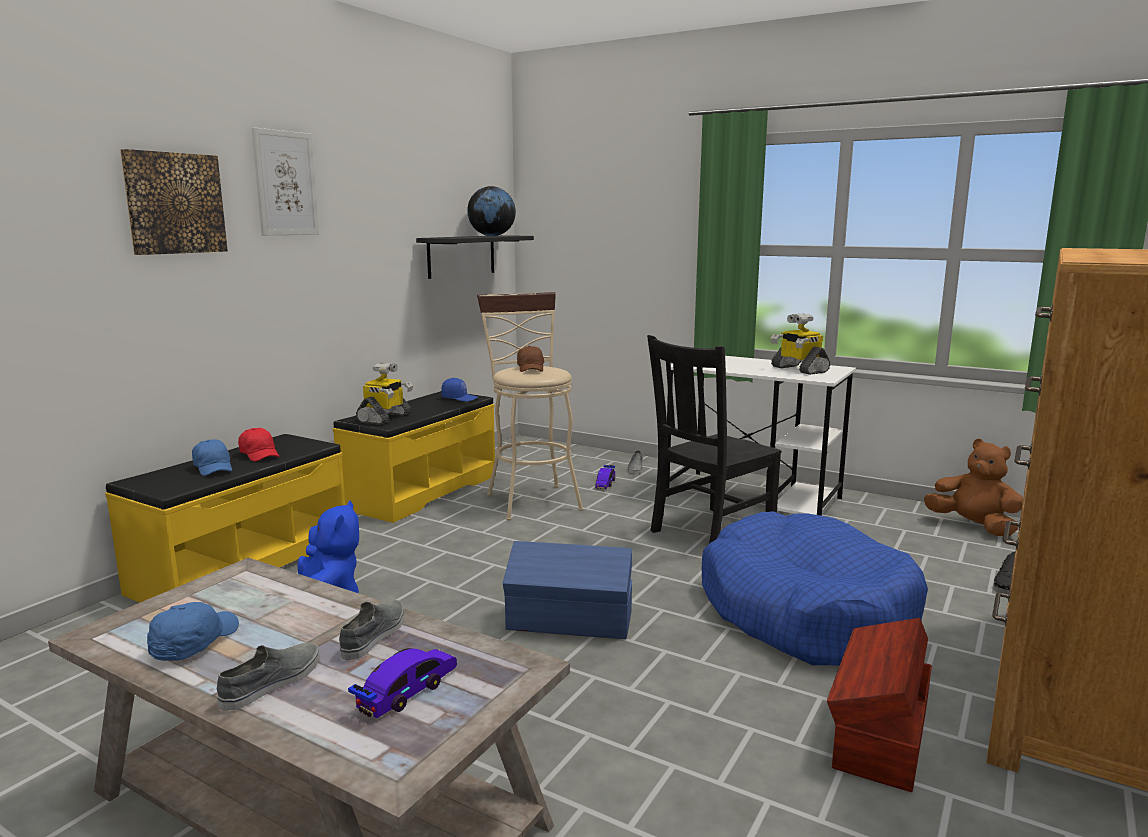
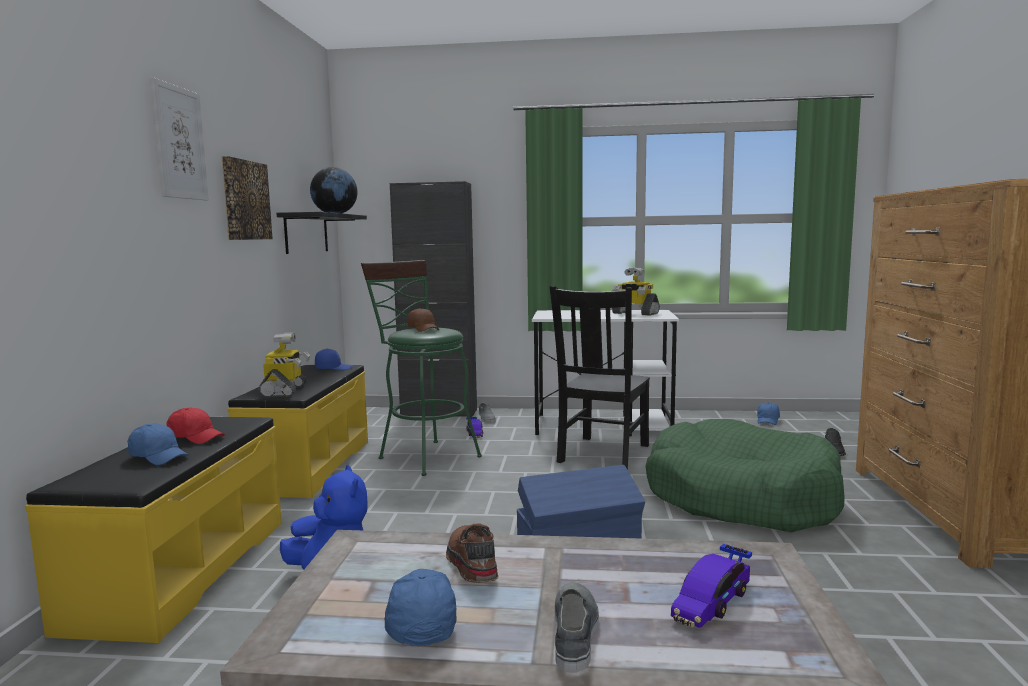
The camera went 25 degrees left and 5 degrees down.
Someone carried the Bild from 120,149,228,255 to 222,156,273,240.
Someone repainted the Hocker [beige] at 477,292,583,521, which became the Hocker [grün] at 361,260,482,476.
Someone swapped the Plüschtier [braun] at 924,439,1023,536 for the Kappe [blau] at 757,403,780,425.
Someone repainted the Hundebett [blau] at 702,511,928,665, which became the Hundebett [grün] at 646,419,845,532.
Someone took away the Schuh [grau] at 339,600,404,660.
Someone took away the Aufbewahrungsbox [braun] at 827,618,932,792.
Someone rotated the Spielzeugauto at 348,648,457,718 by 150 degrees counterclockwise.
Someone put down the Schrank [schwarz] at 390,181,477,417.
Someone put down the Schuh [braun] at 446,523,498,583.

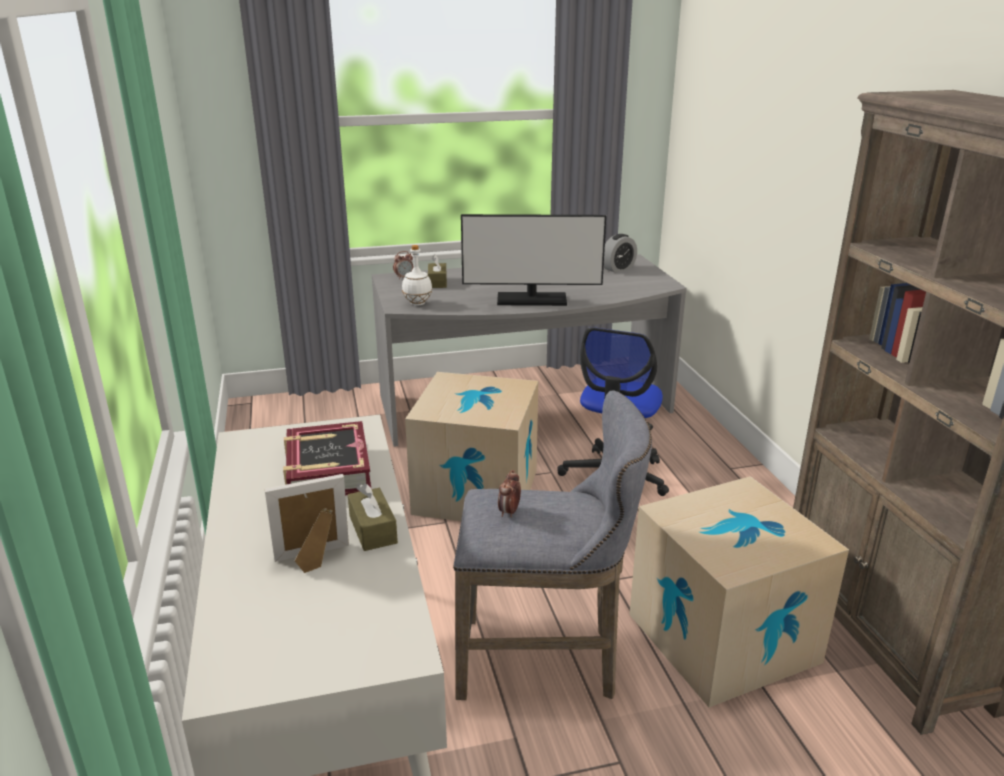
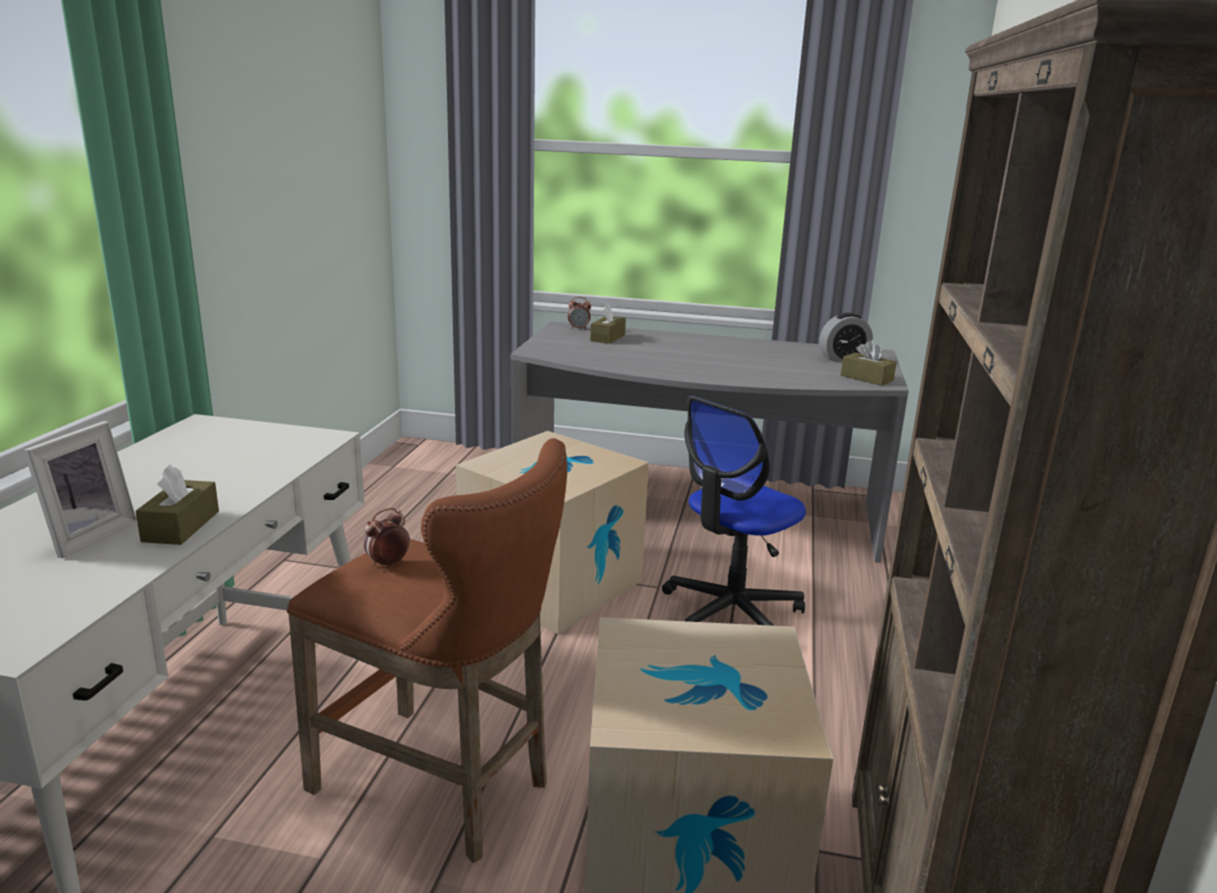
The camera went 25 degrees right and 5 degrees down.
Someone took away the Monitor at 461,214,606,306.
Someone took away the Flasche [weiß] at 402,245,432,306.
Someone repainted the Hocker [grau] at 453,391,652,700, which became the Hocker [braun] at 287,438,567,863.
Someone took away the Buch at 283,421,372,496.
Someone rotated the Bilderrahmen at 264,474,349,573 by 105 degrees clockwise.
Someone put down the Taschentuchbox [braun] at 841,340,897,386.

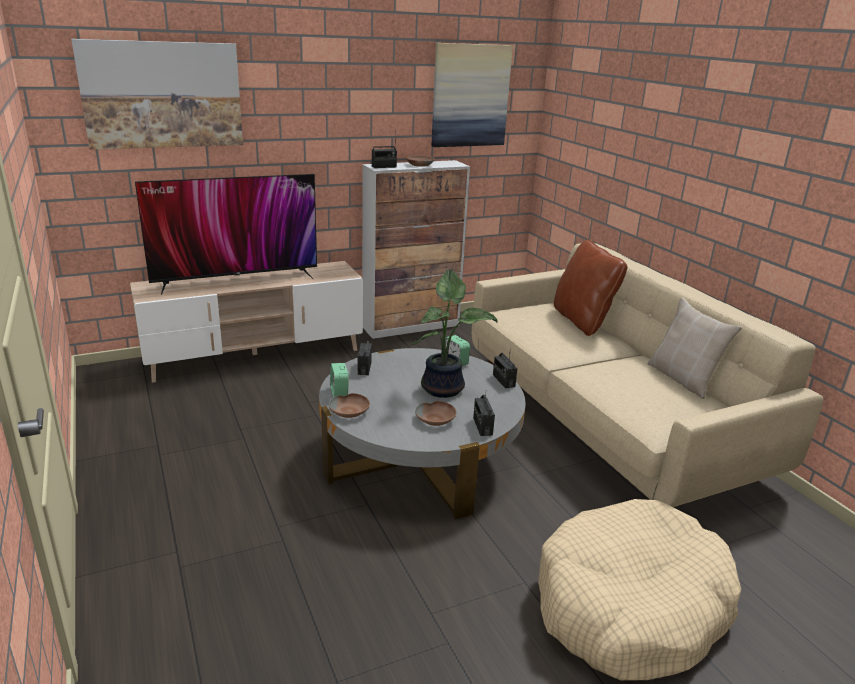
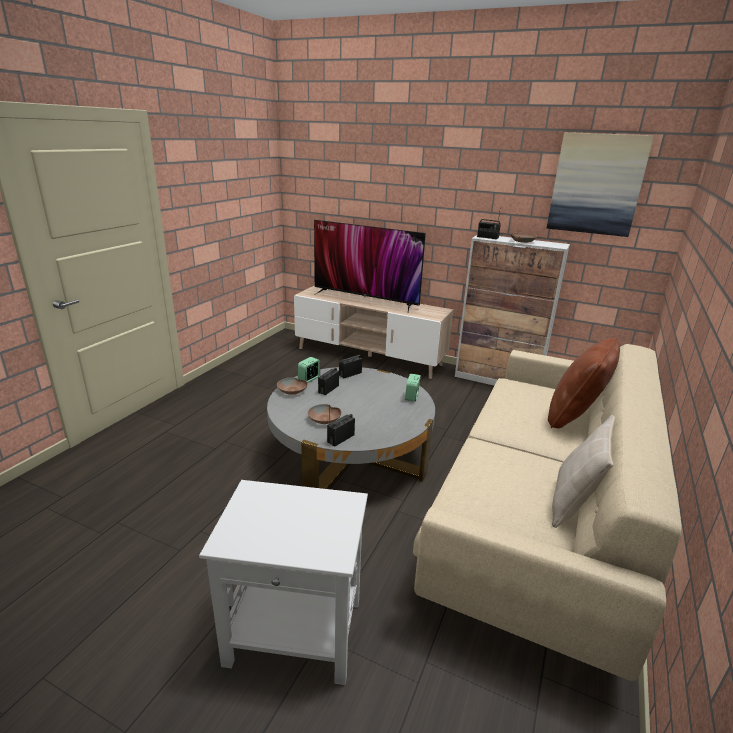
The camera went 50 degrees right and 0 degrees up.
Someone took away the Bild at 71,39,243,150.
Someone took away the Topfpflanze at 411,269,497,398.
Someone carried the Radio from 493,347,517,389 to 318,367,339,395.
Someone swapped the Hundebett [beige] at 538,499,741,681 for the Beistelltisch [weiß] at 199,480,368,685.

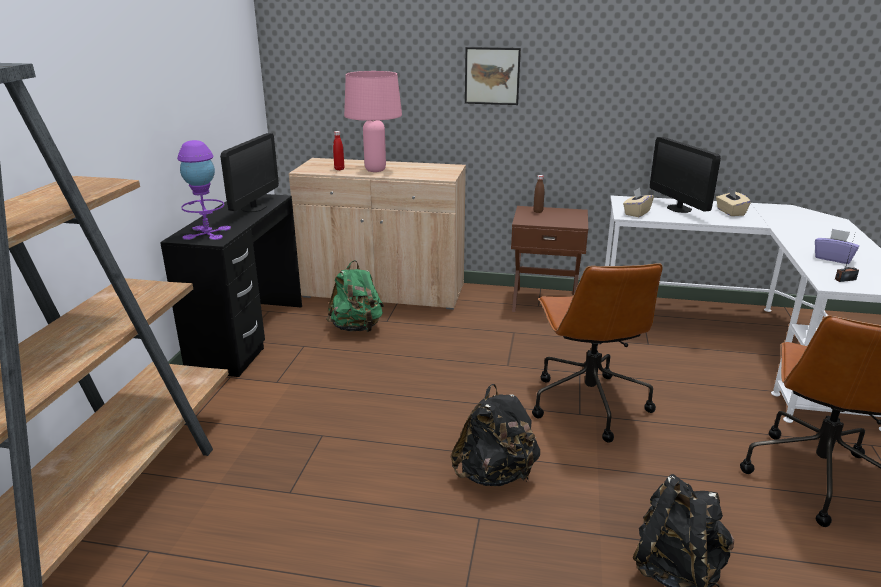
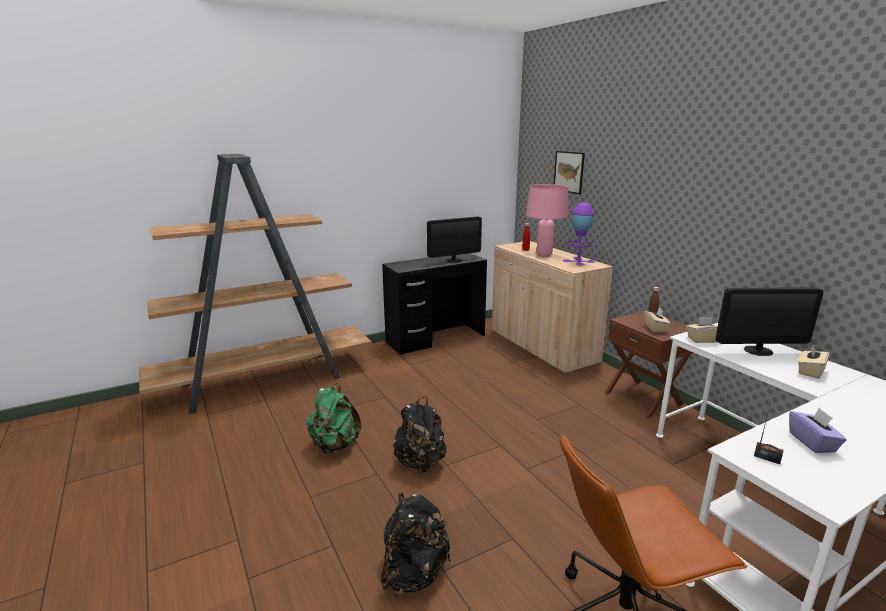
The camera went 50 degrees right and 5 degrees down.
Someone carried the Bild from 465,47,521,105 to 554,151,585,194.
Someone rotated the Monitor at 650,137,721,213 by 120 degrees counterclockwise.
Someone carried the Tischlampe [lila] from 177,140,231,240 to 563,203,595,266.
Someone carried the Rucksack [grün] from 326,260,384,332 to 306,383,361,454.
Someone took away the Bürostuhl [braun] at 532,263,663,443.
Someone put down the Taschentuchbox [beige] at 644,307,671,332.

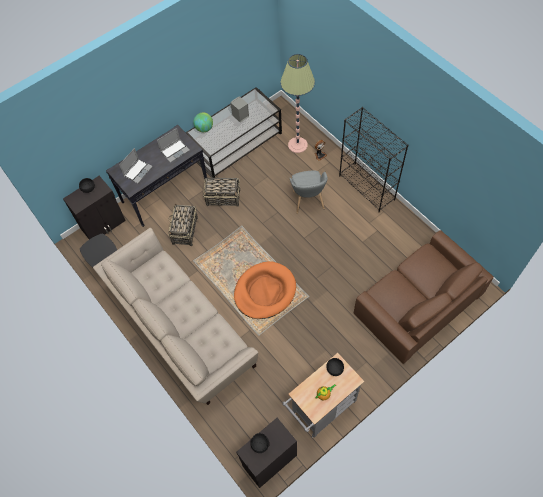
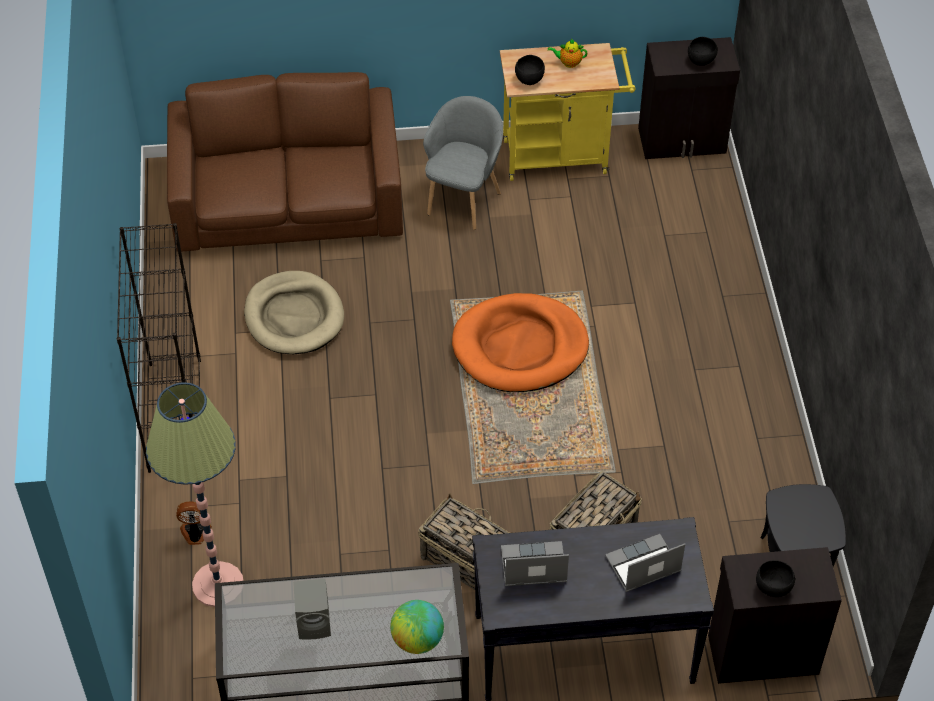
The camera went 150 degrees left and 10 degrees down.
Someone carried the Sessel [grau] from 290,170,327,214 to 423,96,503,230.
Someone took away the Sofa [beige] at 93,228,258,405.
Someone repainted the Rollwagen [grau] at 283,353,364,438, which became the Rollwagen [gelb] at 500,43,636,181.
Someone put down the Hundebett [beige] at 244,271,344,354.

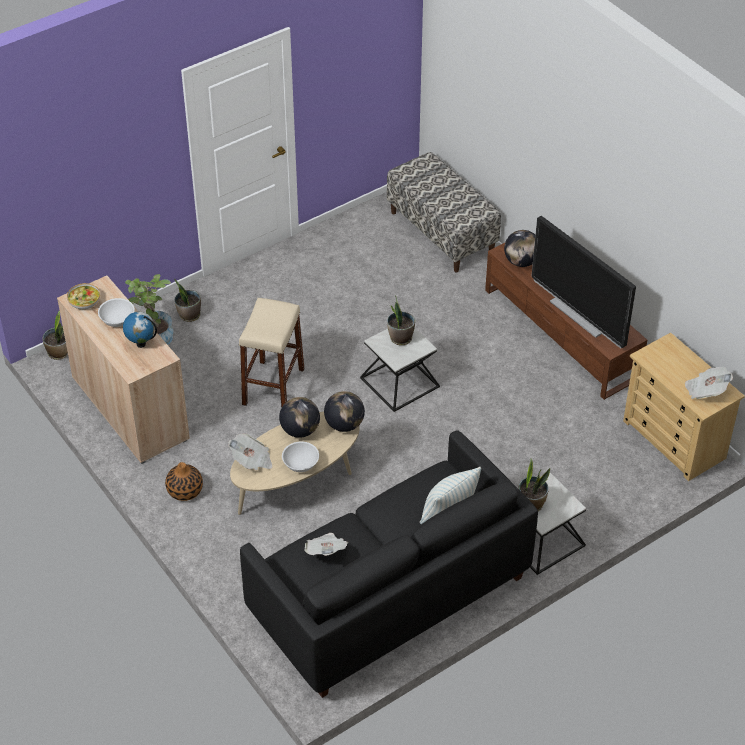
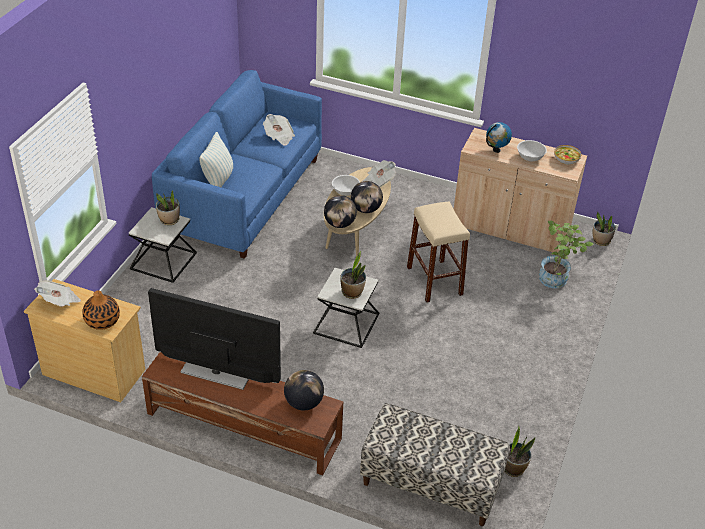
The camera went 145 degrees right and 5 degrees down.
Someone carried the Topfpflanze from 174,278,201,322 to 504,426,535,477.
Someone repainted the Sofa [schwarz] at 240,430,538,698, which became the Sofa [blau] at 152,70,322,259.
Someone carried the Vase from 165,462,203,501 to 82,290,120,330.

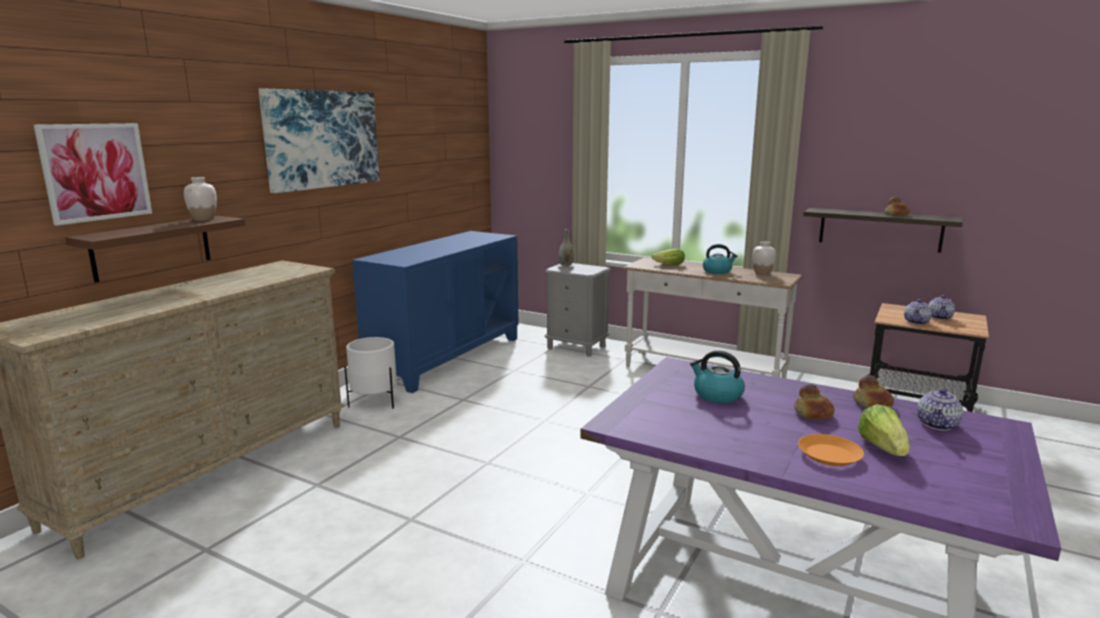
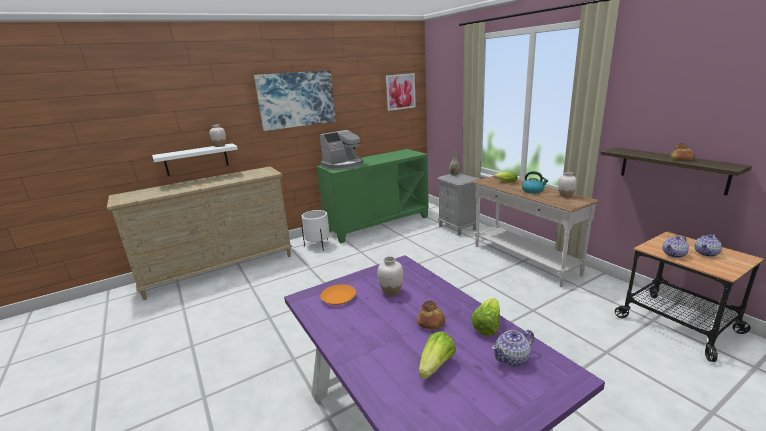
The camera went 30 degrees right and 5 degrees up.
Someone carried the Bild from 34,123,152,226 to 386,73,416,111.
Someone repainted the Wandregal [braun] at 65,216,245,283, which became the Wandregal [weiß] at 152,143,238,176.
Someone repainted the Schrank [blau] at 352,231,518,393, which became the Schrank [grün] at 317,149,429,243.
Someone swapped the Wasserkessel at 690,350,745,403 for the Vase [weiß] at 377,256,403,296.
Someone swapped the Brot at 853,375,894,408 for the Salatkopf at 471,298,500,336.
Someone carried the Teller [orange] from 798,434,864,466 to 321,284,356,305.
Someone put down the Kaffeemaschine at 320,130,363,170.

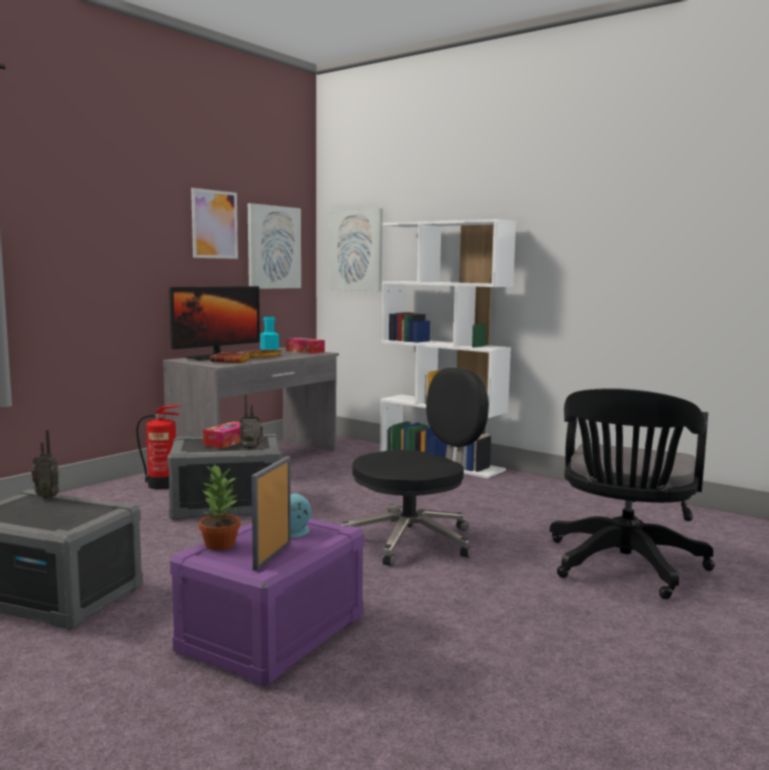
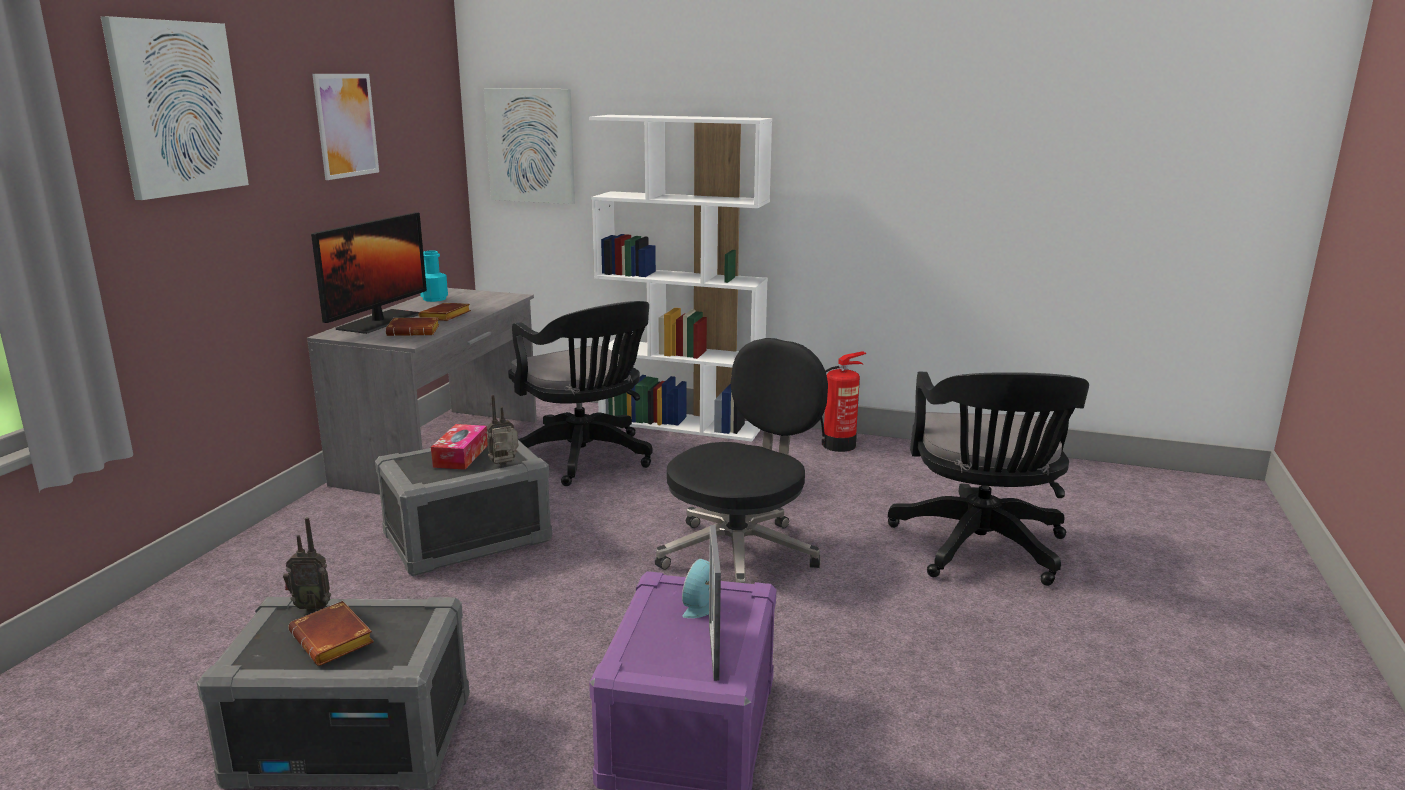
The camera went 20 degrees left and 10 degrees up.
Someone carried the Bild from 248,203,301,289 to 101,16,249,200.
Someone took away the Taschentuchbox at 286,338,325,354.
Someone carried the Feuerlöscher from 136,405,181,490 to 820,351,867,452.
Someone took away the Topfpflanze at 199,463,241,550.
Someone put down the Bürostuhl [schwarz] at 508,301,653,486.
Someone put down the Buch [braun] at 288,601,374,666.

